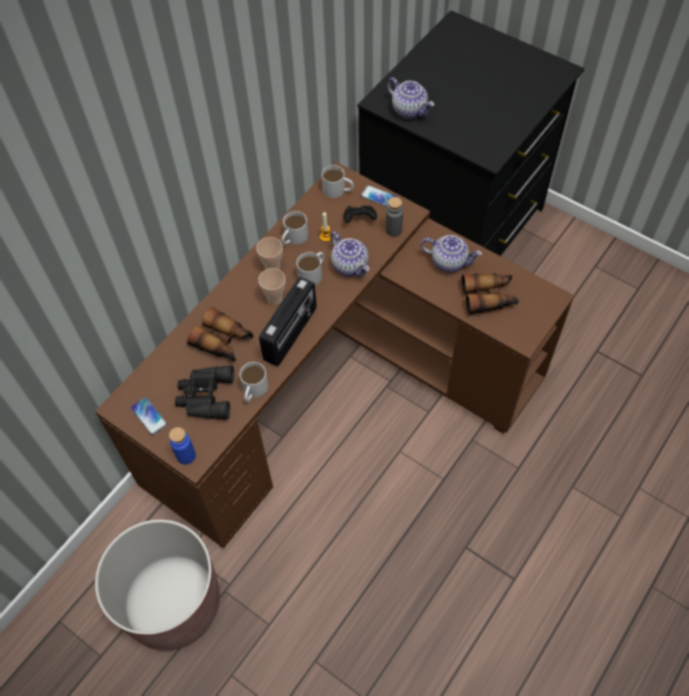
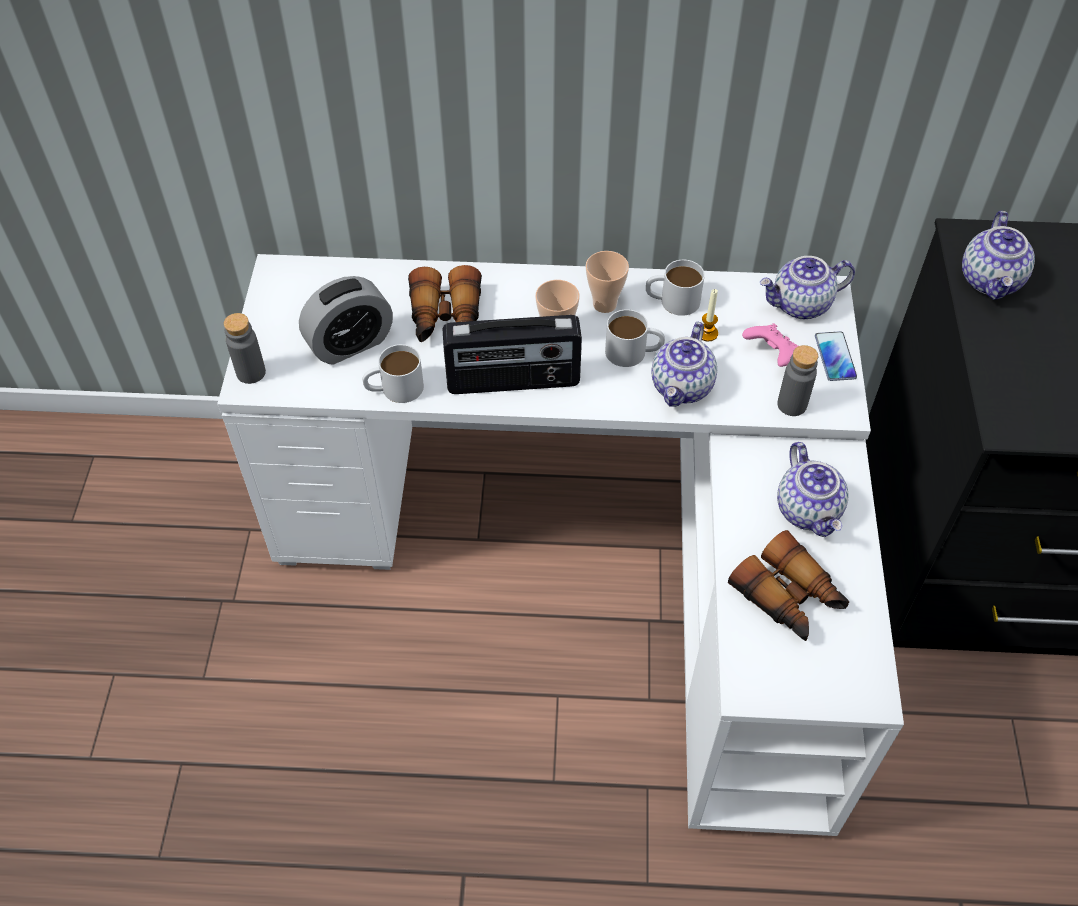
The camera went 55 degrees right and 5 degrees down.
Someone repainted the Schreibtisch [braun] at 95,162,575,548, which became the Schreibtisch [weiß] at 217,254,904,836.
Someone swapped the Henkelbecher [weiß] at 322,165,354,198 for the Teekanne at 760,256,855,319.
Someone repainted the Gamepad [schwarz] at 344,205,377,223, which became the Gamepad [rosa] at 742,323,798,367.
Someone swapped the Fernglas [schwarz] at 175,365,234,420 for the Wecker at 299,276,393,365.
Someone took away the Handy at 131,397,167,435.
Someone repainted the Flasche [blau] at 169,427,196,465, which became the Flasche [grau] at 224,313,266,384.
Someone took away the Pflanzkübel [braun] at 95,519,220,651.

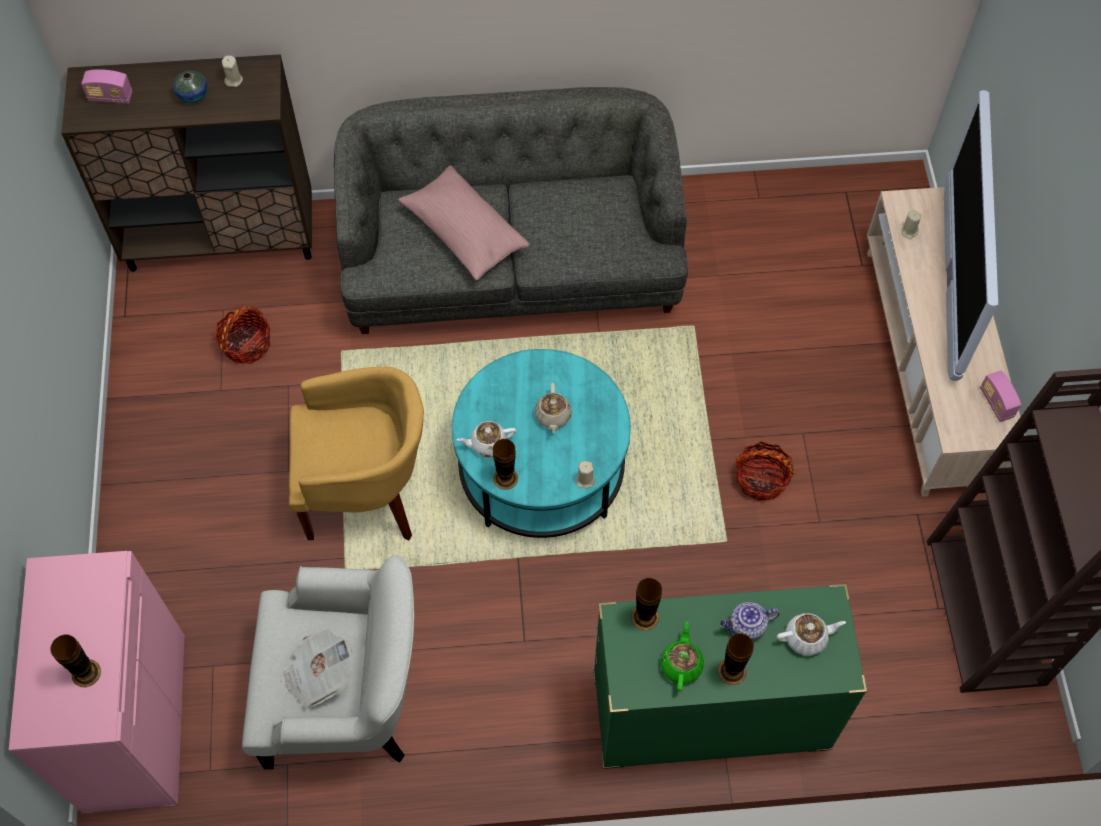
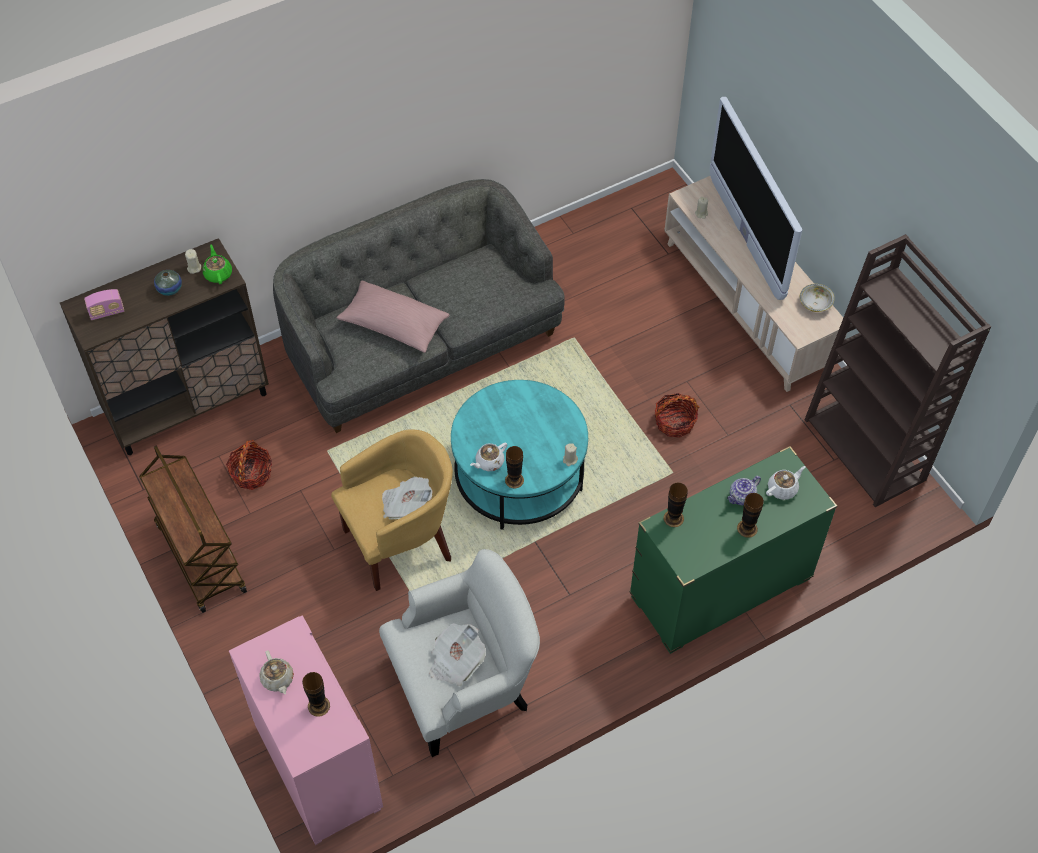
The camera went 25 degrees left and 5 degrees down.
Someone swapped the Radio at 980,371,1021,422 for the Schüssel at 800,284,834,312.
Someone carried the Teekanne [beige] from 535,383,572,433 to 259,650,294,694.
Someone carried the Teekanne [grün] from 660,621,704,692 to 203,244,232,284.
Someone put down the Rollwagen [braun] at 139,445,247,613.
Someone put down the Zeitung at 382,477,432,519.

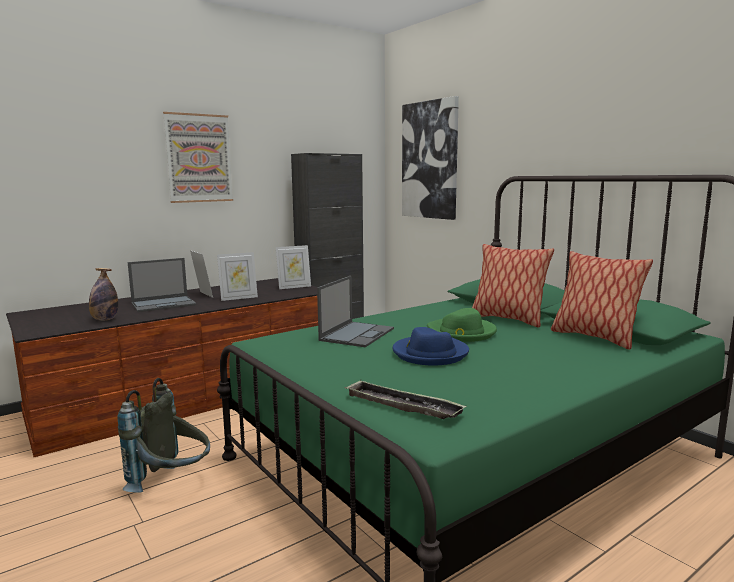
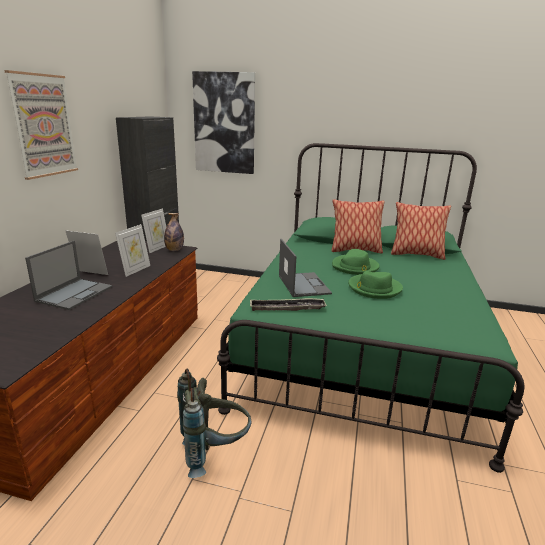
The camera went 40 degrees left and 10 degrees up.
Someone carried the Flasche from 89,268,118,320 to 164,213,184,251.
Someone repainted the Hut [blau] at 393,327,469,365, which became the Hut [grün] at 348,271,403,299.
Someone carried the Tablett from 344,380,467,419 to 250,298,327,311.

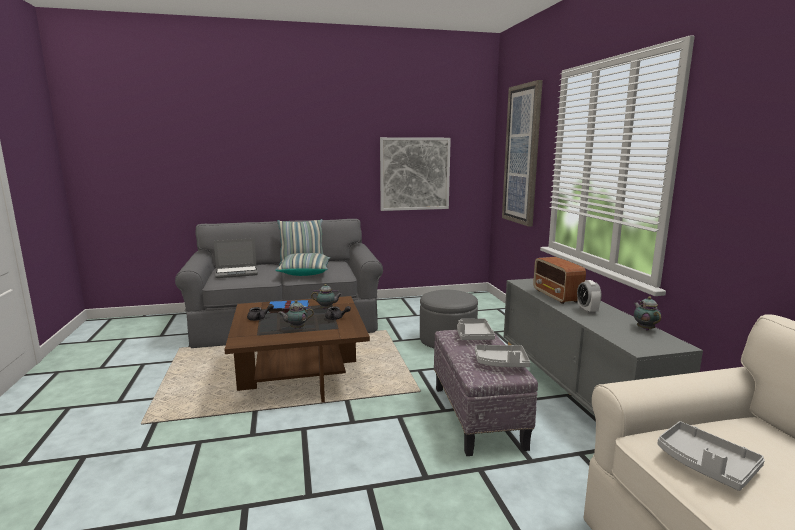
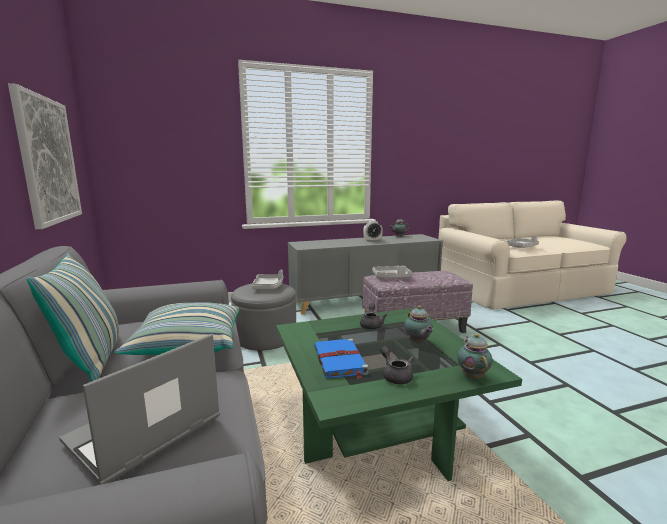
The camera went 95 degrees left and 0 degrees up.
Someone took away the Bild at 502,80,543,227.
Someone rotated the Laptop at 214,238,258,278 by 120 degrees counterclockwise.
Someone took away the Radio at 533,257,586,304.
Someone carried the Teekanne from 311,284,342,309 to 457,333,493,379.
Someone repainted the Couchtisch [braun] at 224,296,370,402, which became the Couchtisch [grün] at 276,308,522,481.
Someone carried the Tablett [grau] from 475,344,530,367 to 252,270,284,289.

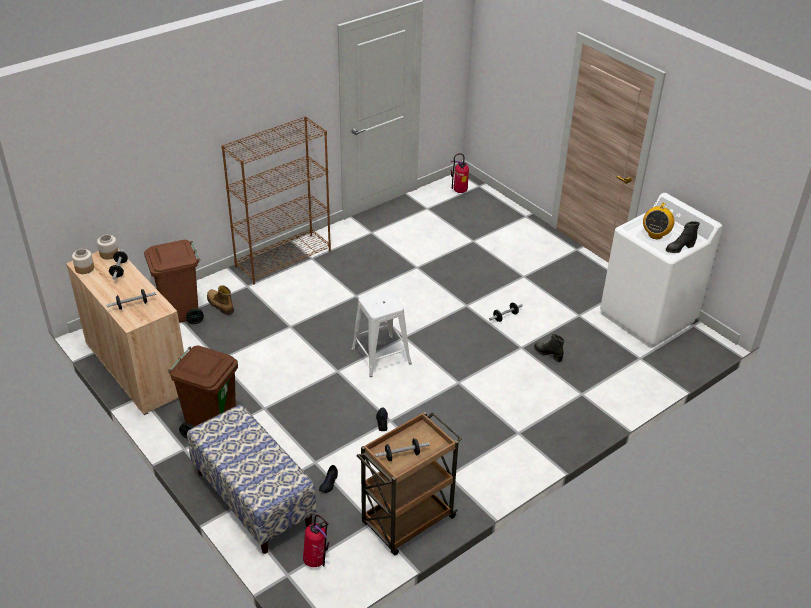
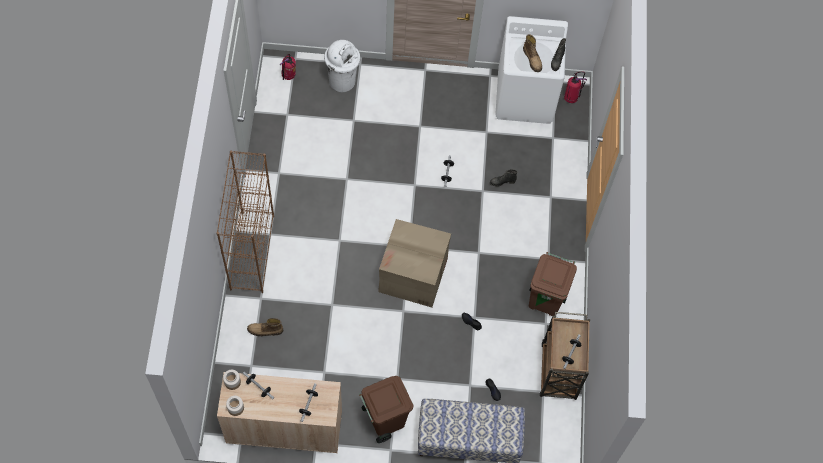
The camera went 50 degrees left and 25 degrees up.
Someone swapped the Radio at 643,202,674,239 for the Stiefel at 523,34,542,72.
Someone carried the Mülleimer [braun] from 144,240,204,324 to 529,252,577,316.
Someone swapped the Hocker [weiß] at 351,289,412,377 for the Karton at 378,219,451,307.
Someone carried the Feuerlöscher from 303,515,330,567 to 564,71,587,103.
Someone put down the Mülleimer [weiß] at 324,40,360,92.

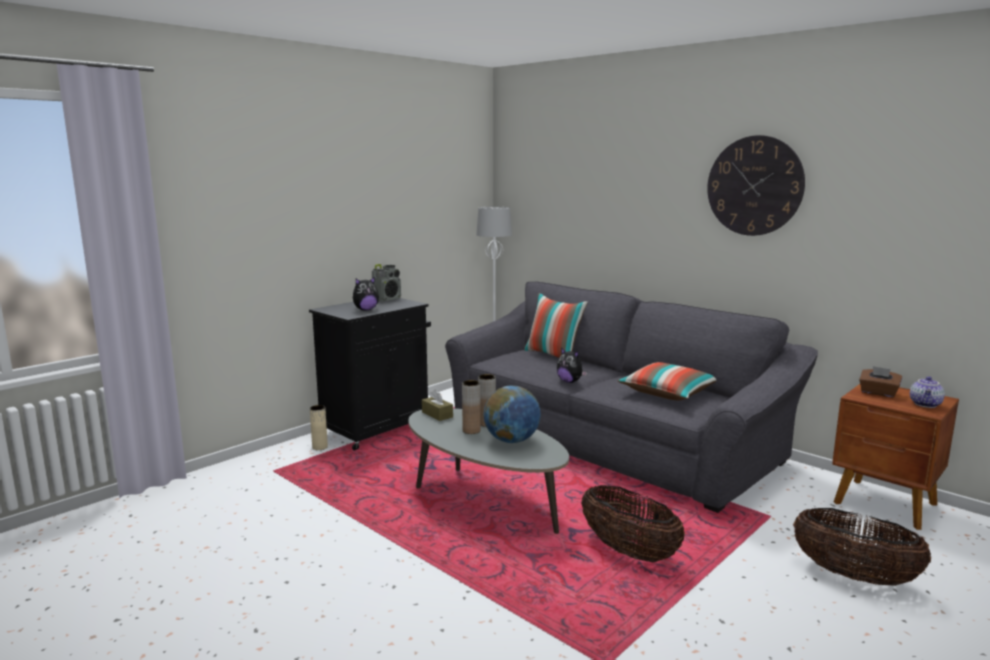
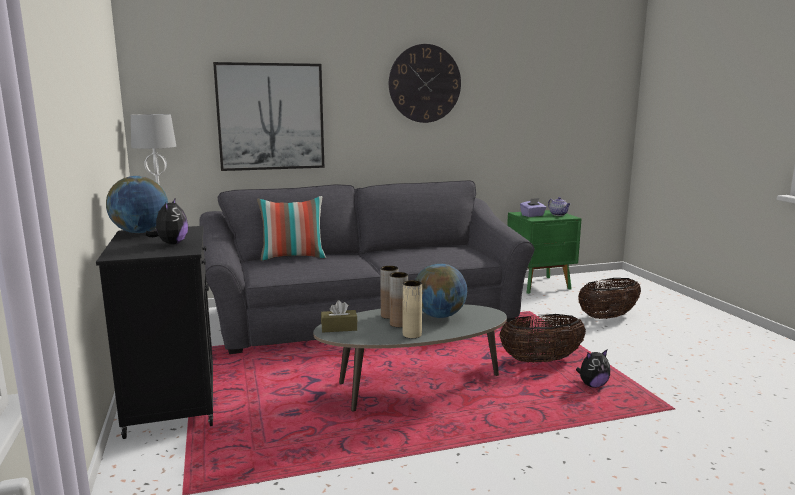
The camera went 60 degrees left and 0 degrees up.
Someone swapped the Radio at 372,264,401,302 for the Globus at 106,176,168,233.
Someone carried the Plüschtier from 557,347,587,383 to 576,350,610,388.
Someone took away the Kissen at 618,362,717,400.
Someone repainted the Taschentuchbox [braun] at 859,366,902,397, which became the Taschentuchbox [lila] at 520,198,547,217.
Someone repainted the Nachttisch [braun] at 832,384,959,530, which became the Nachttisch [grün] at 507,210,582,294.
Someone carried the Vase [beige] from 310,405,328,450 to 403,280,422,338.
Someone put up the Bild at 213,62,324,171.

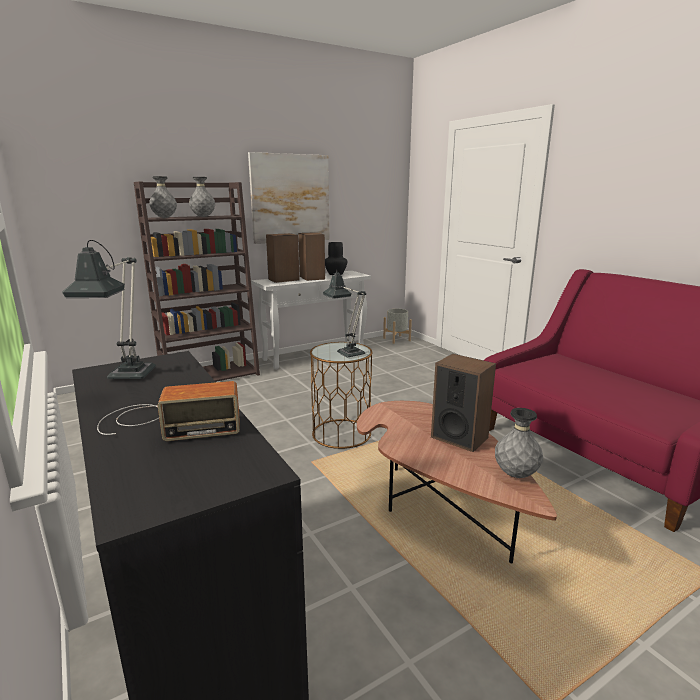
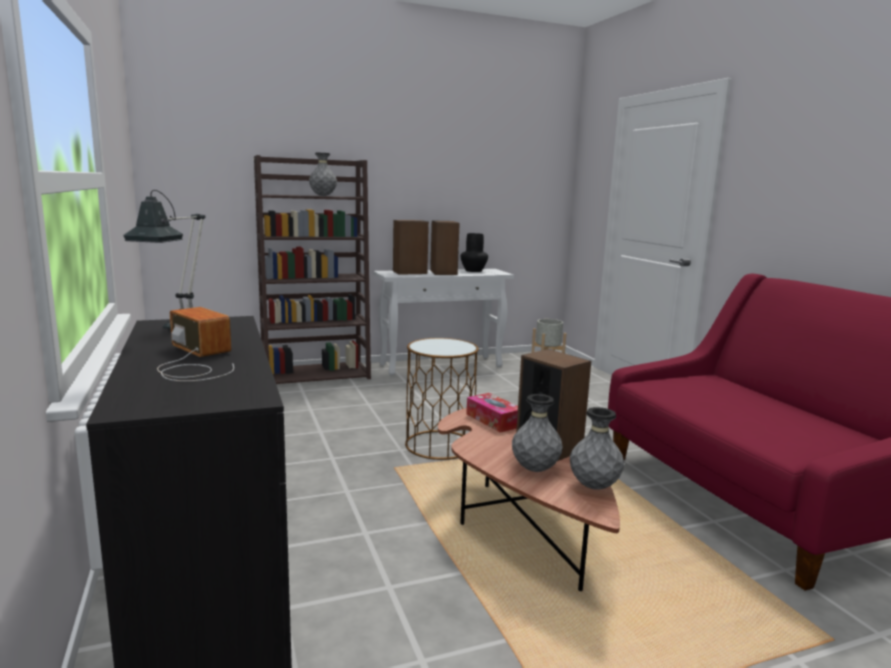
The camera went 10 degrees right and 5 degrees down.
Someone took away the Bild at 248,152,330,244.
Someone carried the Vase [grau] from 149,176,177,218 to 512,394,563,472.
Someone took away the Tischlampe at 323,270,366,358.
Someone rotated the Radio at 97,381,240,441 by 135 degrees counterclockwise.
Someone put down the Taschentuchbox at 466,393,518,433.

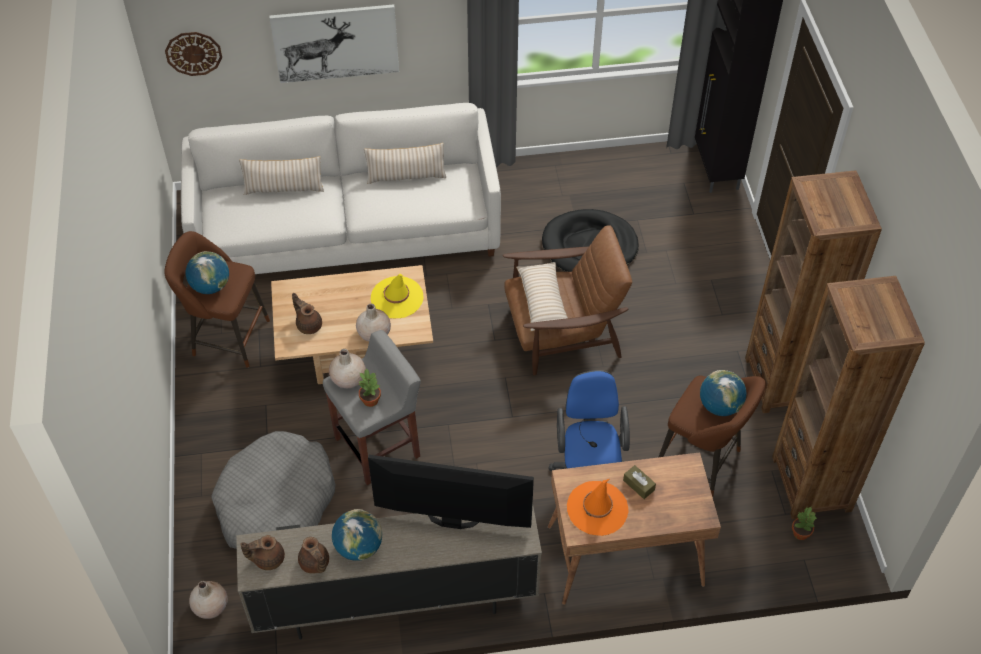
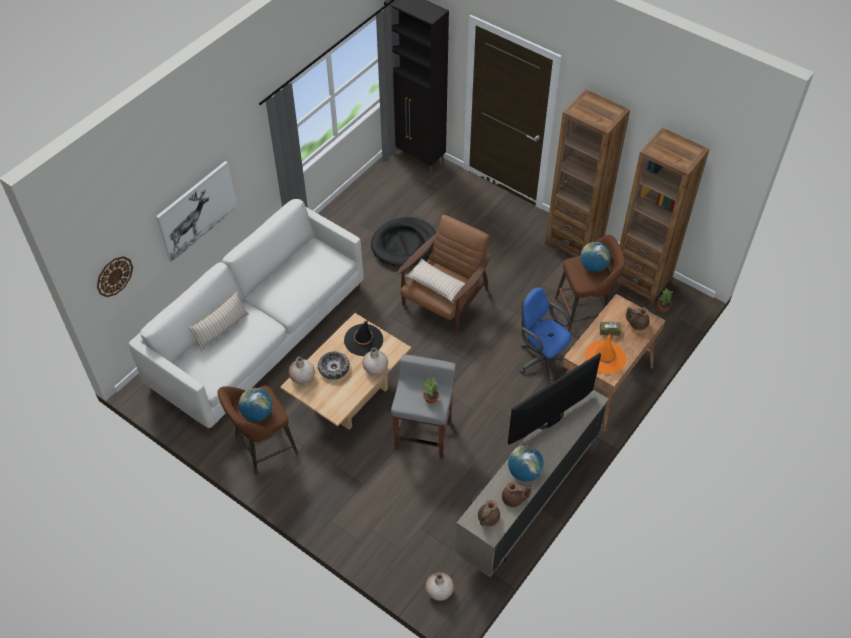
The camera went 45 degrees left and 0 degrees up.
Someone took away the Kissen [beige] at 364,143,446,184.
Someone repainted the Hut [gelb] at 371,274,424,318, which became the Hut [schwarz] at 344,321,383,356.
Someone carried the Teekanne [braun] from 292,293,322,334 to 626,307,650,330.
Someone carried the Vase [beige] from 329,349,366,388 to 288,357,315,384.
Someone took away the Hundebett [grau] at 211,431,335,549.
Someone put down the Schüssel at 318,351,350,379.

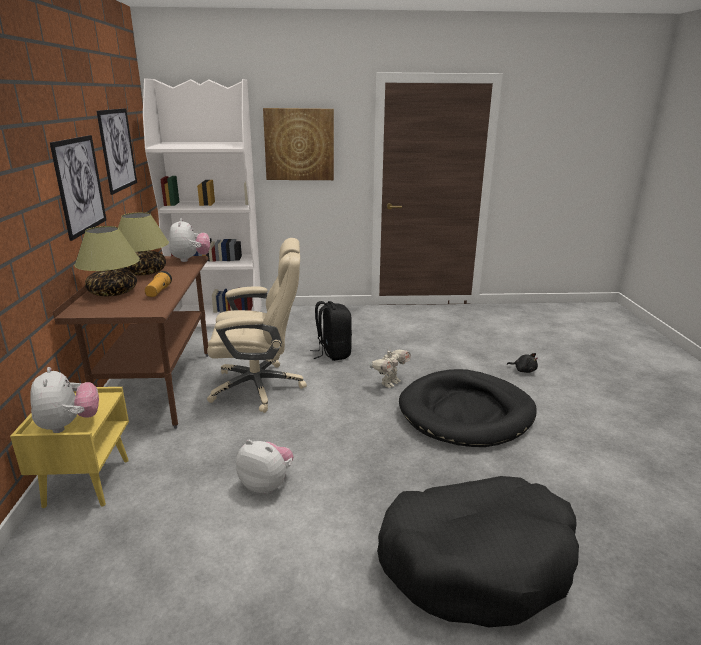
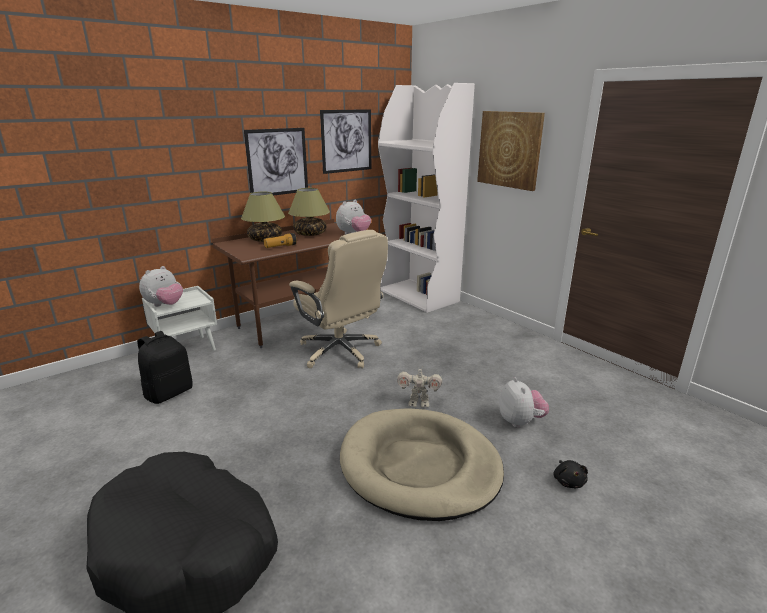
The camera went 55 degrees right and 0 degrees up.
Someone carried the Rucksack [schwarz] from 310,301,352,361 to 137,331,193,404.
Someone repainted the Hundebett [schwarz] at 399,369,537,447, which became the Hundebett [beige] at 340,408,504,521.
Someone repainted the Nachttisch [gelb] at 10,387,129,508, which became the Nachttisch [weiß] at 142,286,217,351.
Someone carried the Plüschtier from 236,440,293,494 to 499,377,549,428.

